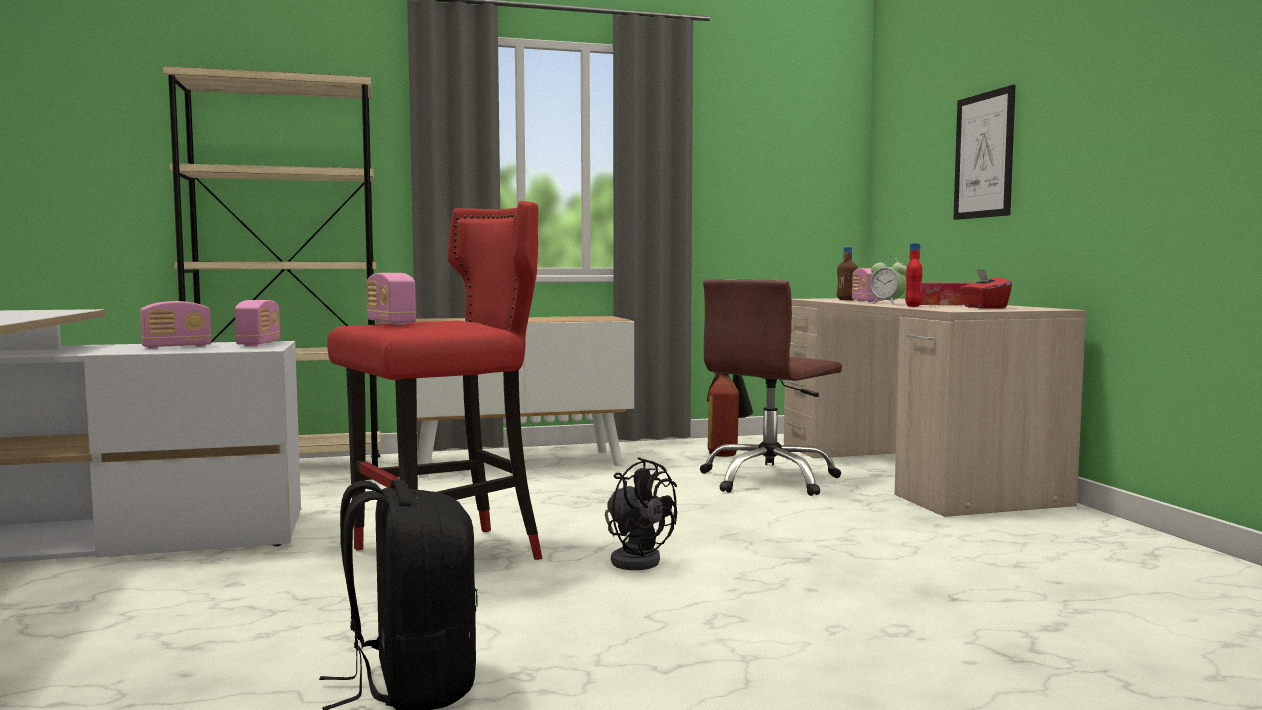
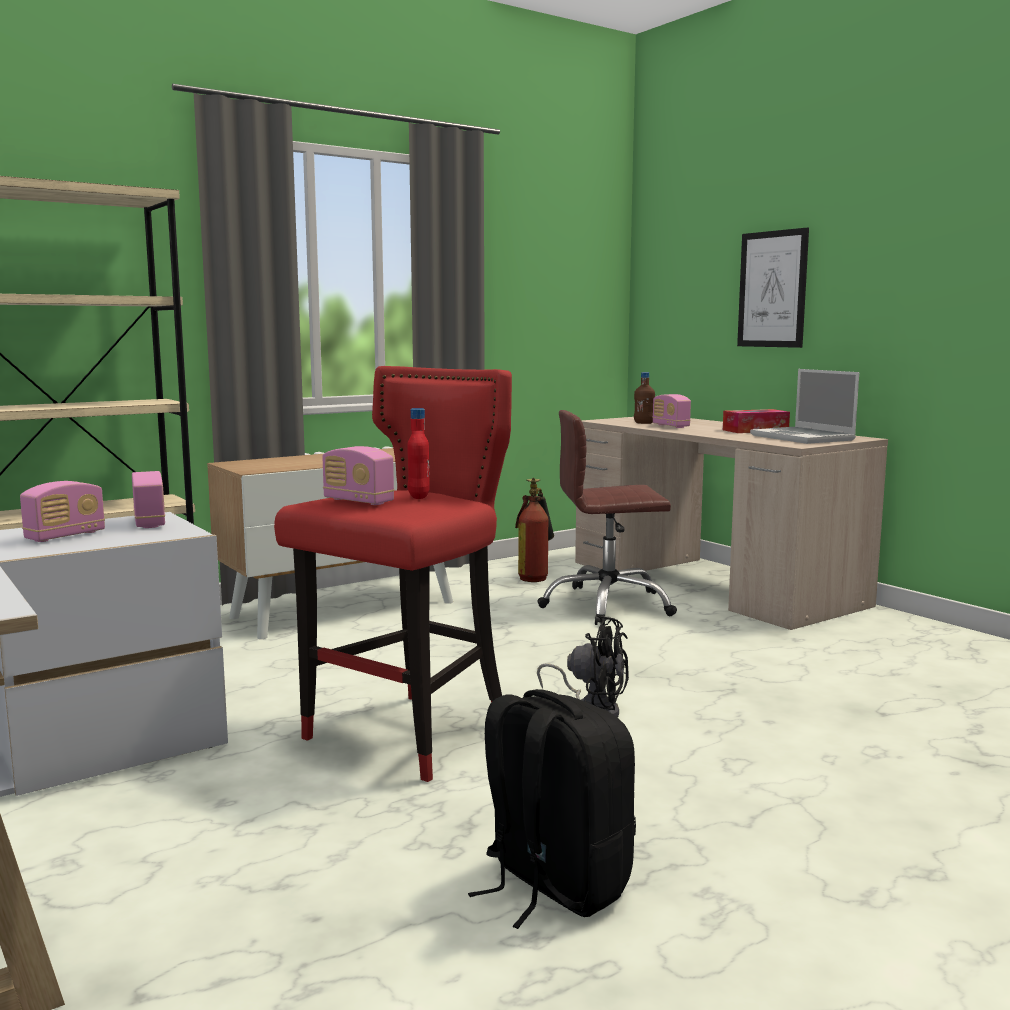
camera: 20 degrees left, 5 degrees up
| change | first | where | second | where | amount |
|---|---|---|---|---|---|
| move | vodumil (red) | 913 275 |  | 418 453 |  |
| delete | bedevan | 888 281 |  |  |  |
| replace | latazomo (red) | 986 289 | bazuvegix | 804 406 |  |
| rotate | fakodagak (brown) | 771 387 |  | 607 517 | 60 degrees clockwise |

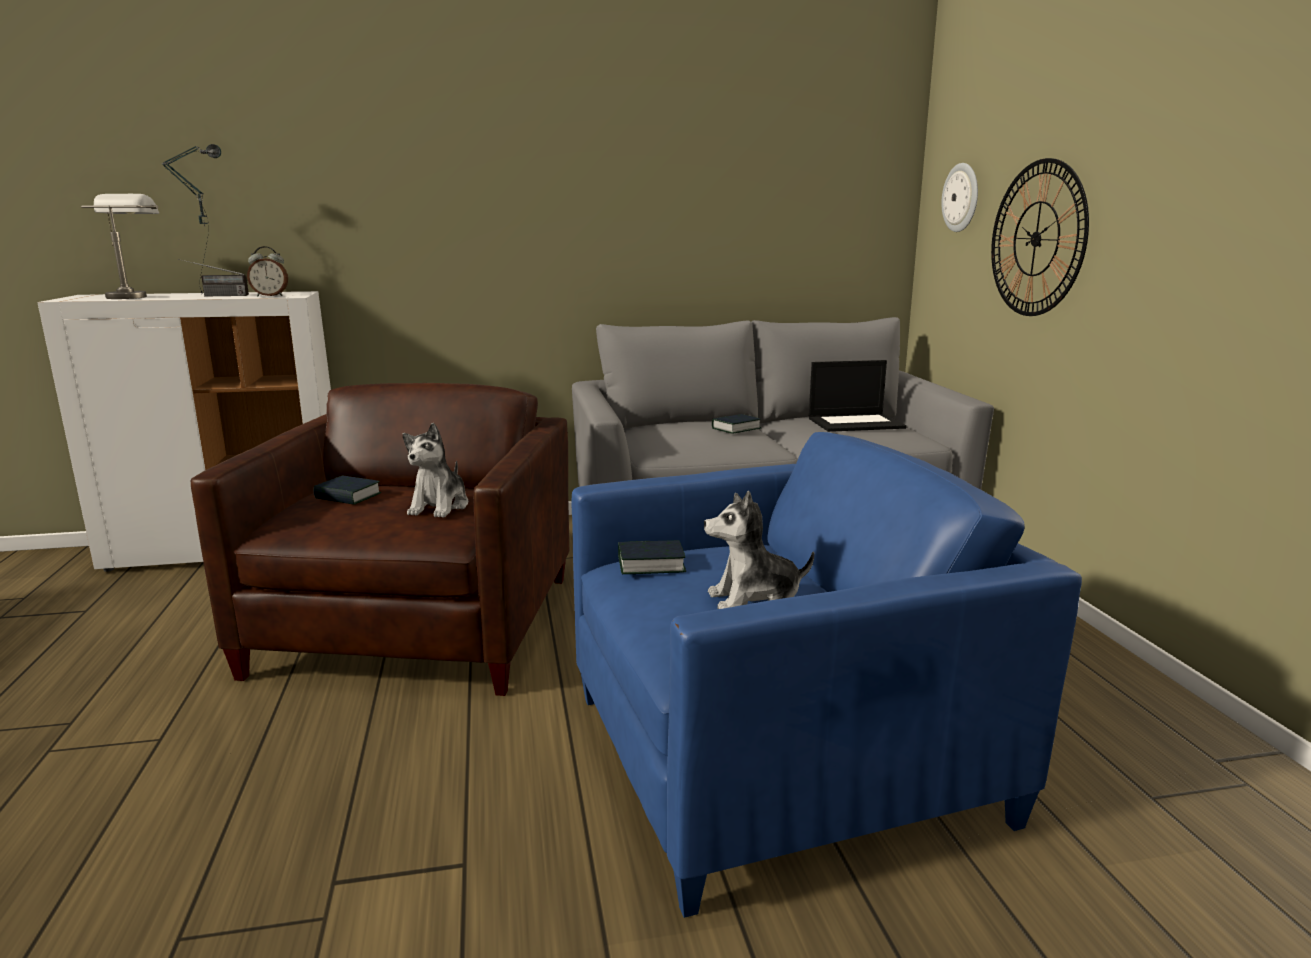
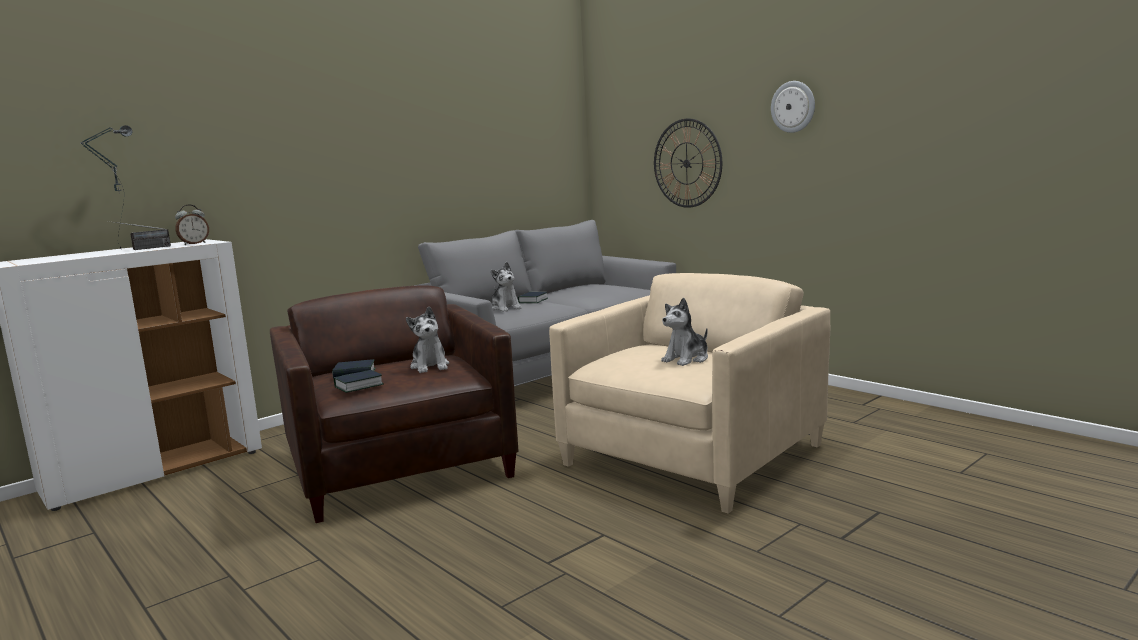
camera: 30 degrees left, 5 degrees down
| change | first | where | second | where | amount |
|---|---|---|---|---|---|
| move | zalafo | 959 197 |  | 793 107 |  |
| delete | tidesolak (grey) | 120 246 |  |  |  |
| delete | bazuvegix | 857 396 |  |  |  |
| recolor | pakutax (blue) | 827 675 | pakutax (beige) | 689 393 |  |
| move | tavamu | 652 557 |  | 359 381 |  |
| insert |  |  | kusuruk | 506 287 |  |

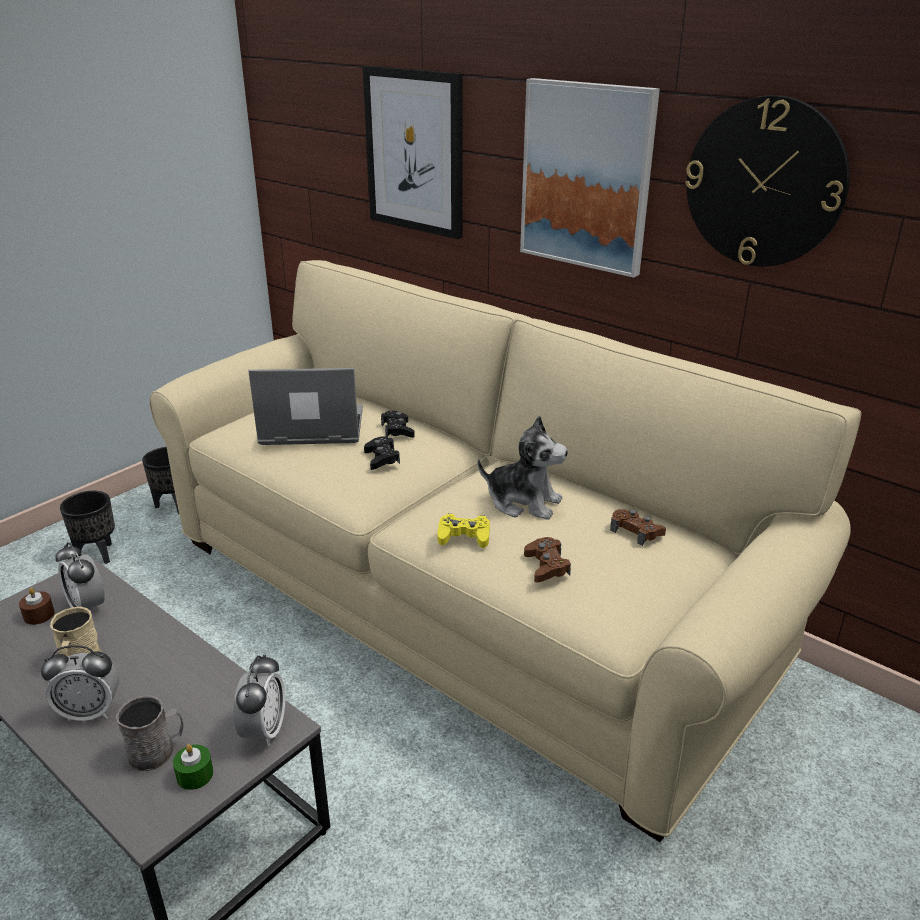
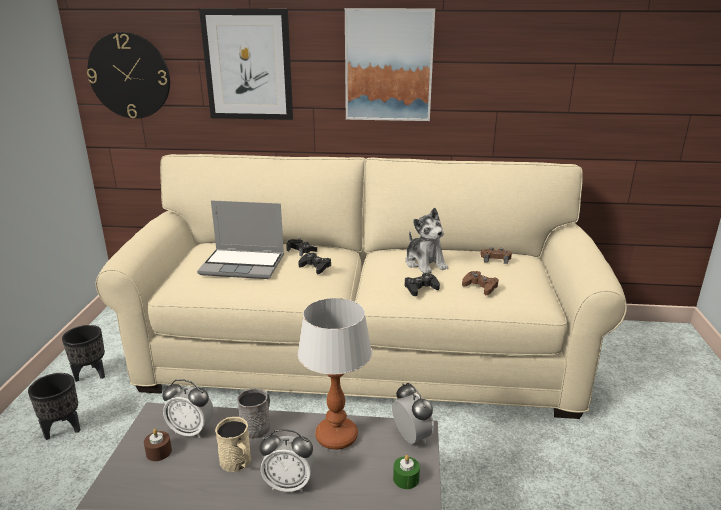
camera: 35 degrees left, 5 degrees down
| change | first | where | second | where | amount |
|---|---|---|---|---|---|
| move | zalafo | 767 180 |  | 128 75 |  |
| rotate | bazuvegix | 305 406 |  | 240 239 | 135 degrees counterclockwise |
| rotate | kusuruk | 523 468 |  | 426 240 | 75 degrees clockwise |
| recolor | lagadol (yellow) | 463 531 | lagadol (black) | 422 284 |  |
| rotate | bedevan | 80 683 |  | 286 460 | 45 degrees clockwise |
| move | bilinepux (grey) | 150 733 |  | 253 413 |  |
| insert |  |  | tidesolak | 334 374 |  |

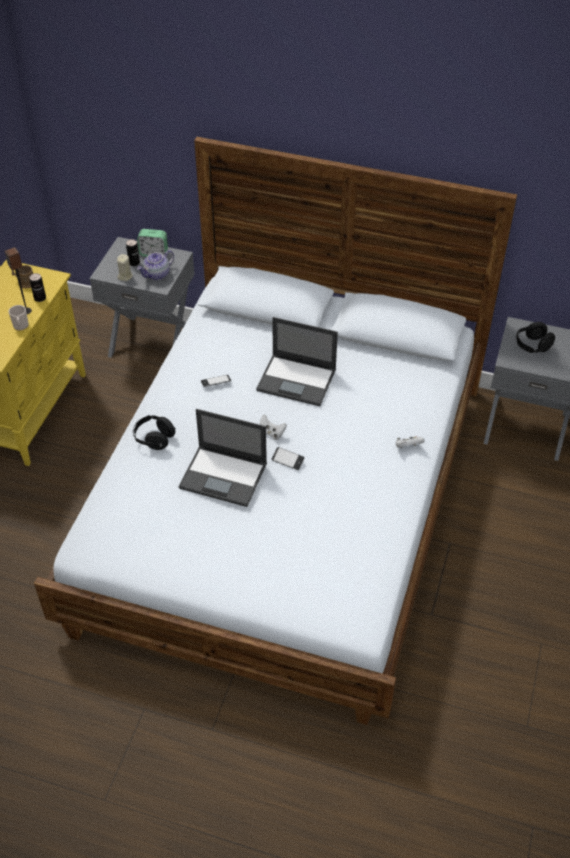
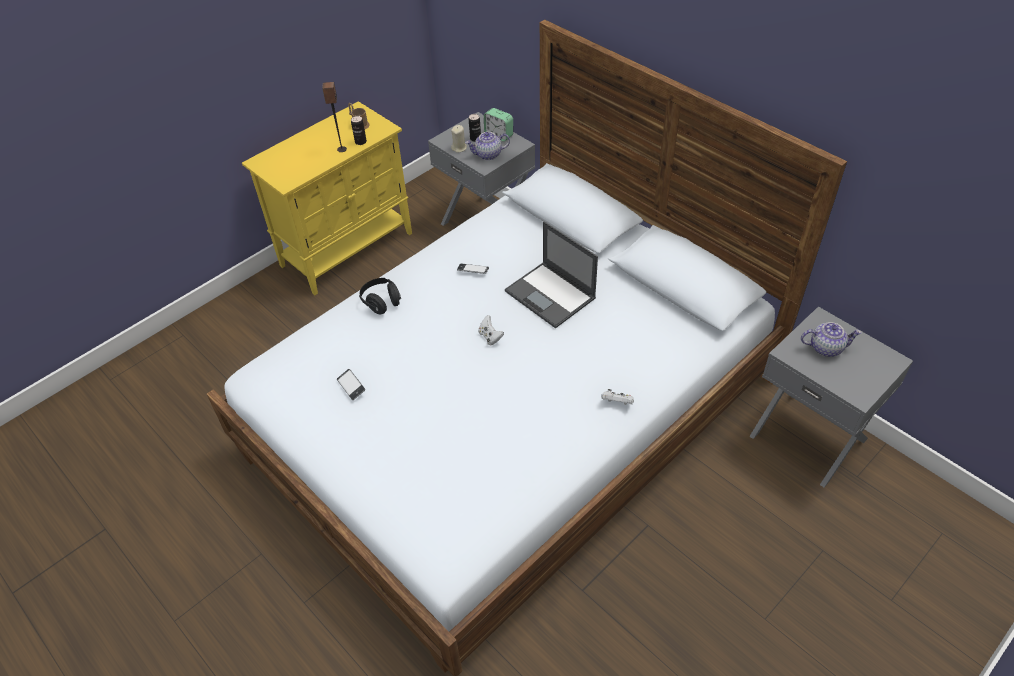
camera: 30 degrees right, 0 degrees up
| change | first | where | second | where | amount |
|---|---|---|---|---|---|
| delete | bilinepux | 19 317 |  |  |  |
| replace | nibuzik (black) | 535 337 | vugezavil | 831 339 |  |
| delete | bazuvegix | 222 458 |  |  |  |
| move | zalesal | 288 458 |  | 351 384 |  |

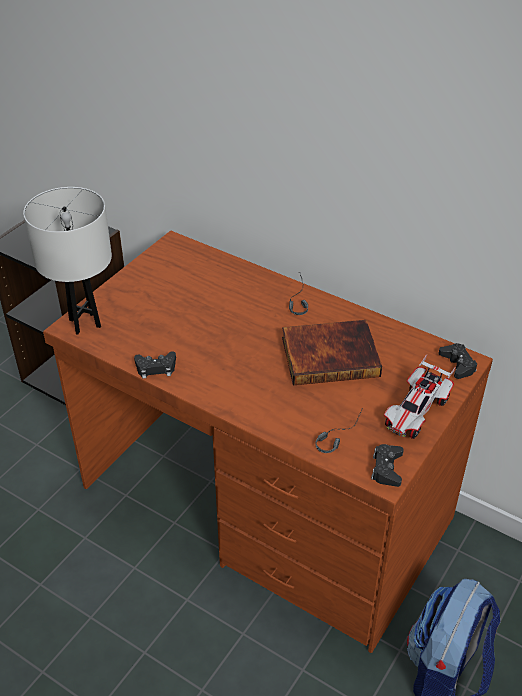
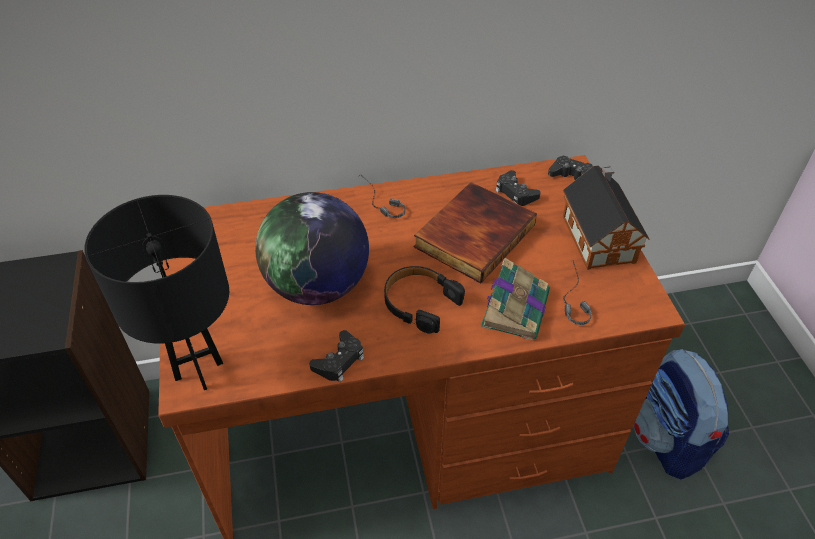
camera: 45 degrees left, 5 degrees up
| change | first | where | second | where | amount |
|---|---|---|---|---|---|
| recolor | tidesolak (white) | 67 261 | tidesolak (black) | 156 292 |  |
| replace | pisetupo | 419 396 | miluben | 606 218 |  |
| move | lagadol (black) | 387 465 |  | 518 188 |  |
| insert |  |  | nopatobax | 312 248 |  |
| insert |  |  | tavamu | 515 299 |  |
| insert |  |  | nibuzik (black) | 424 300 |  |

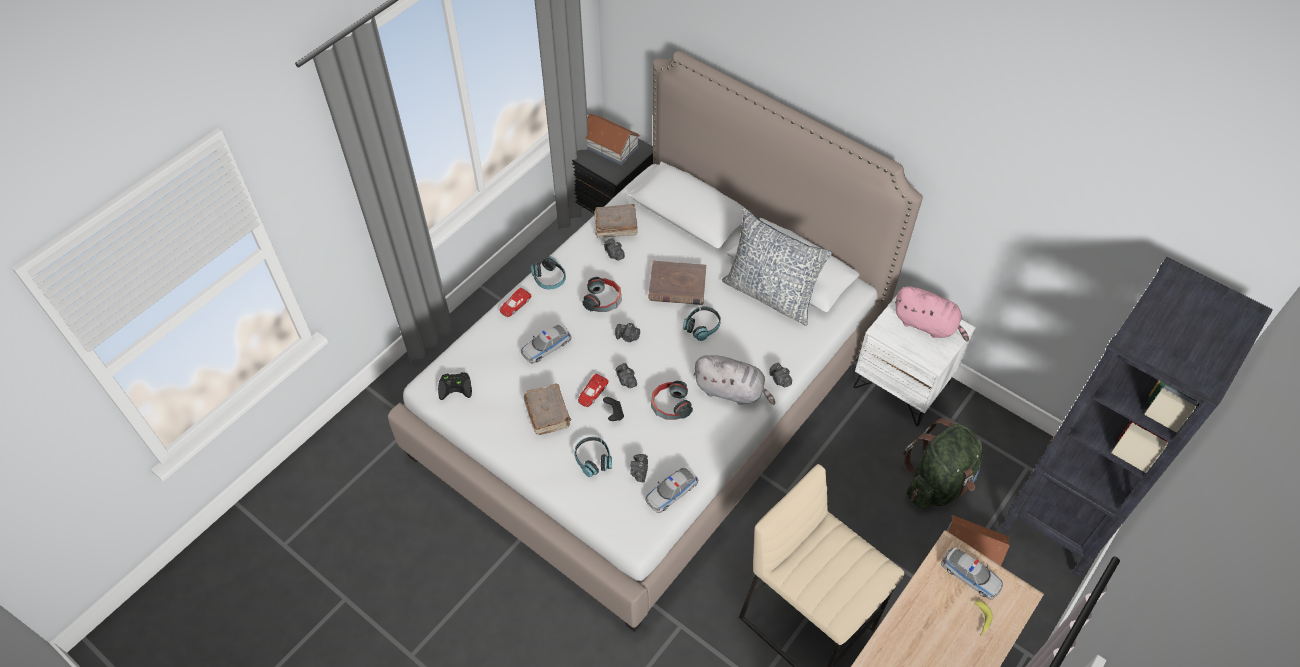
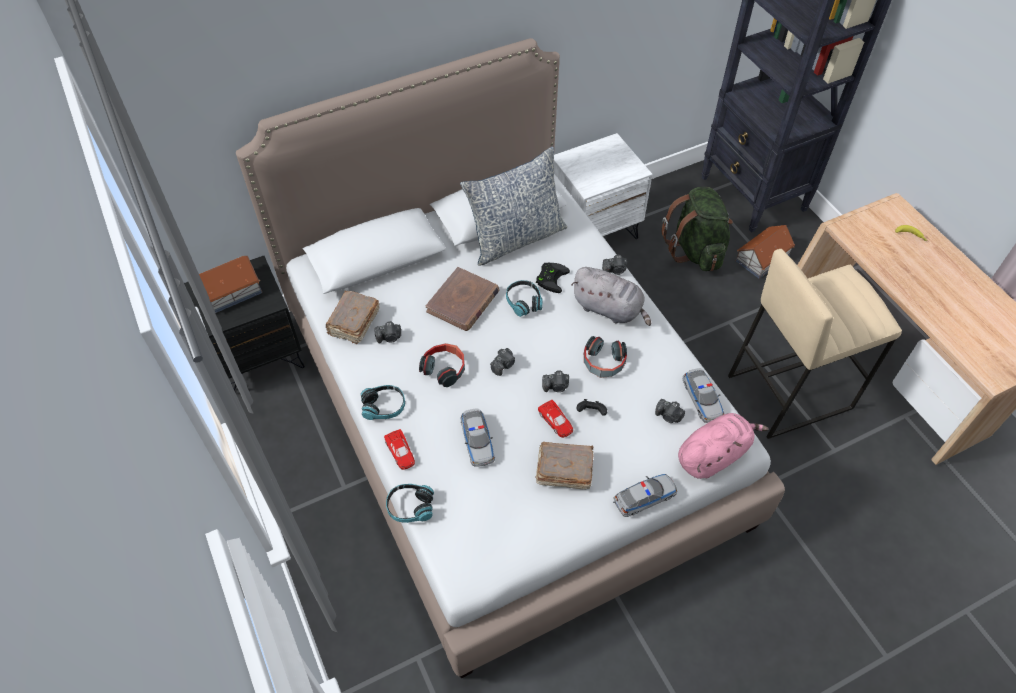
camera: 65 degrees left, 0 degrees up
| change | first | where | second | where | amount |
|---|---|---|---|---|---|
| move | kusuruk (pink) | 932 313 |  | 723 446 |  |
| rotate | kusuruk (grey) | 734 380 |  | 611 296 | 75 degrees clockwise |
| move | lagadol (black) | 455 386 |  | 553 278 |  |
| move | nibuzik | 593 457 |  | 410 503 |  |
| move | pisetupo | 972 573 |  | 645 495 |  |

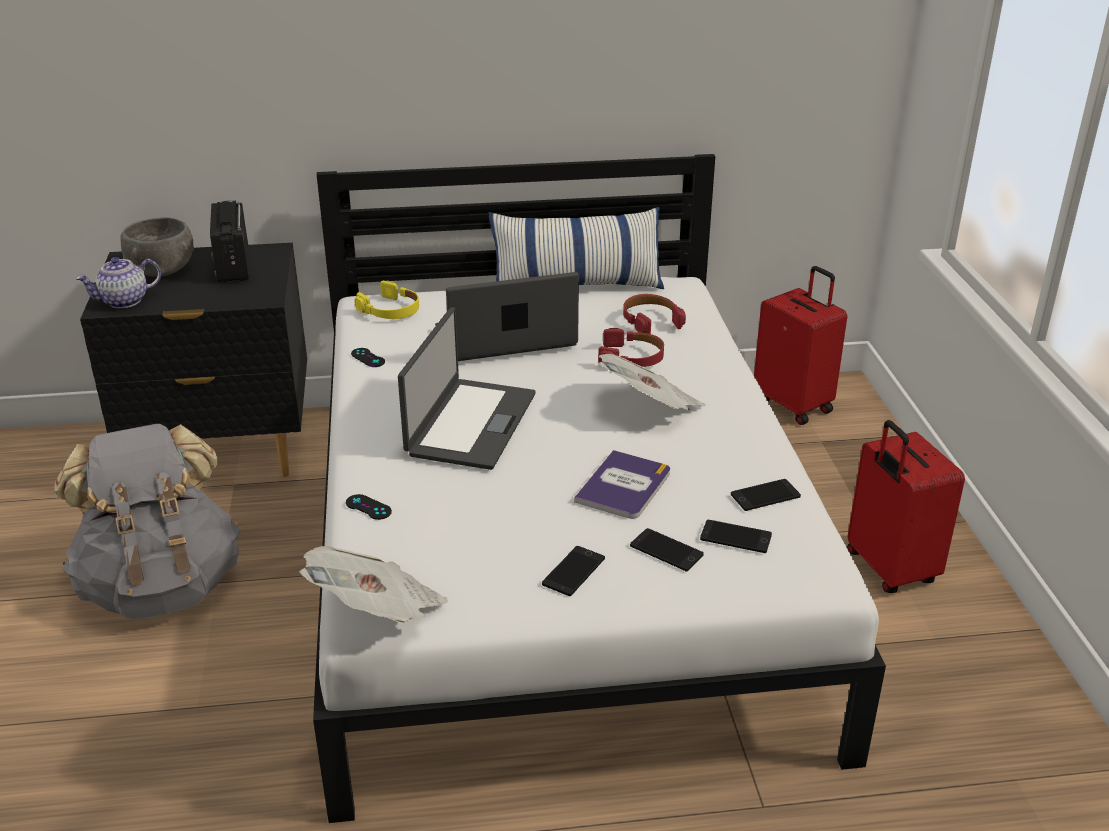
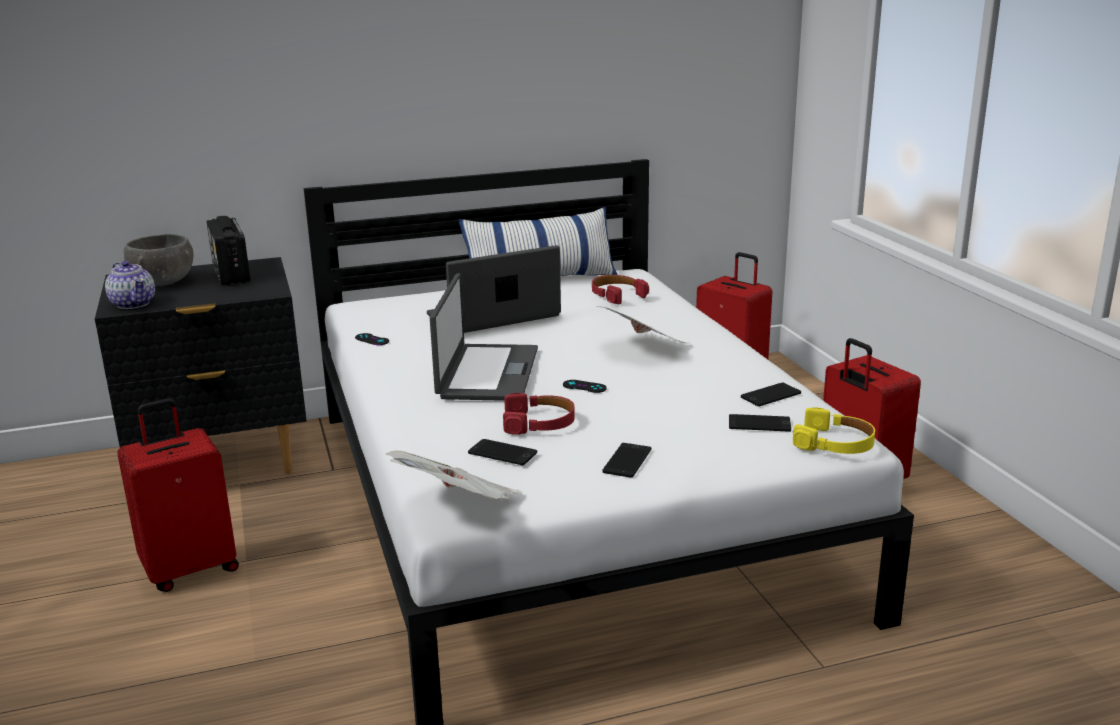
camera: 10 degrees left, 10 degrees down
| change | first | where | second | where | amount |
|---|---|---|---|---|---|
| rotate | vugezavil | 118 282 |  | 130 285 | 90 degrees counterclockwise |
| move | nibuzik (yellow) | 386 300 |  | 834 430 |  |
| move | nibuzik (red) | 631 347 |  | 539 414 |  |
| replace | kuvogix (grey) | 147 522 | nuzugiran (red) | 178 495 |  |
| delete | tavamu | 622 484 |  |  |  |
| move | lagadol (black) | 369 507 |  | 584 386 |  |
| move | zalesal | 667 549 |  | 502 452 |  |

